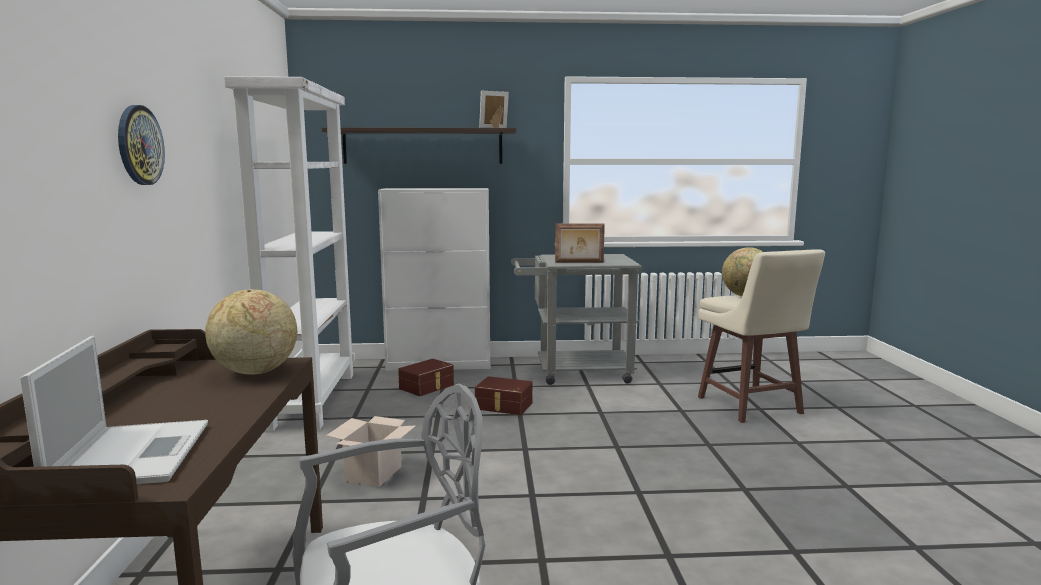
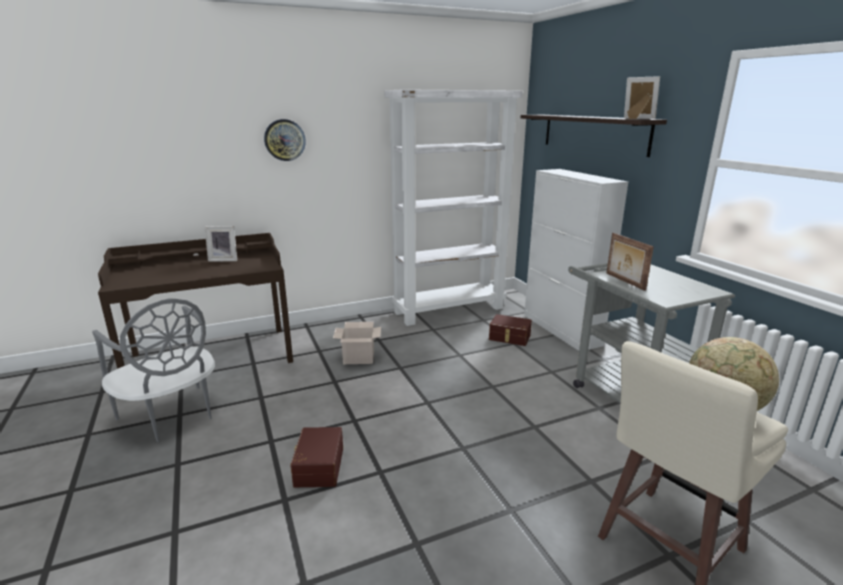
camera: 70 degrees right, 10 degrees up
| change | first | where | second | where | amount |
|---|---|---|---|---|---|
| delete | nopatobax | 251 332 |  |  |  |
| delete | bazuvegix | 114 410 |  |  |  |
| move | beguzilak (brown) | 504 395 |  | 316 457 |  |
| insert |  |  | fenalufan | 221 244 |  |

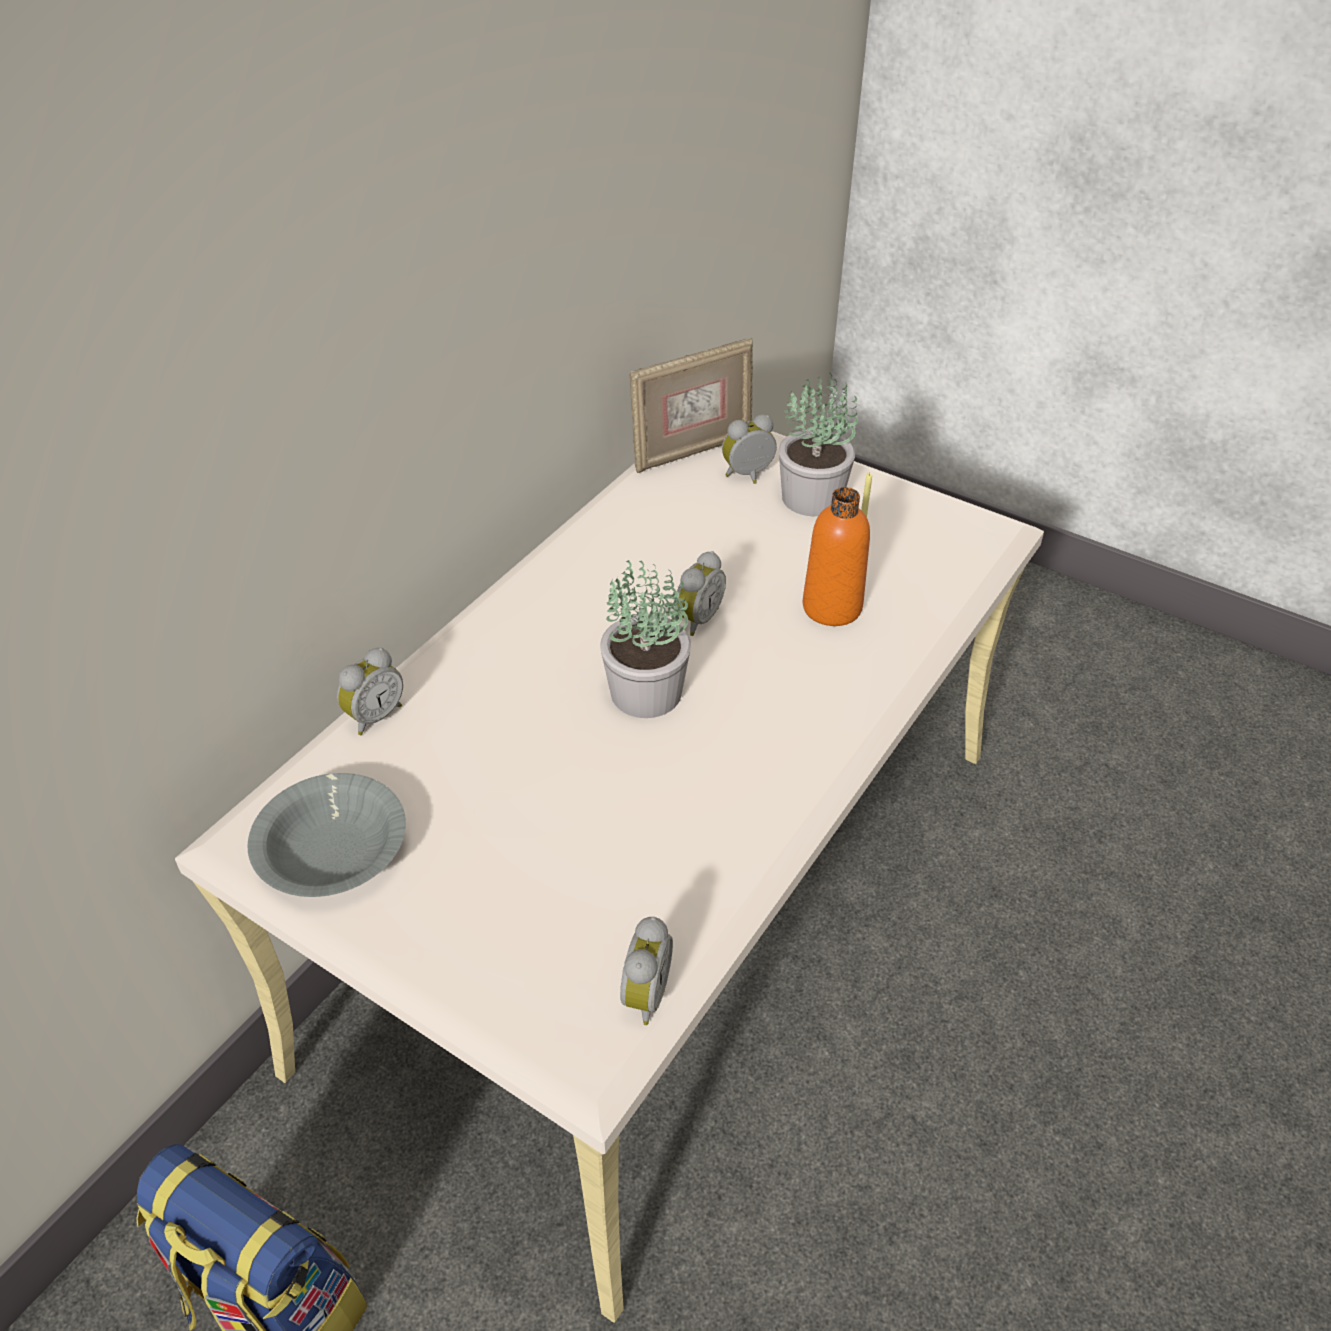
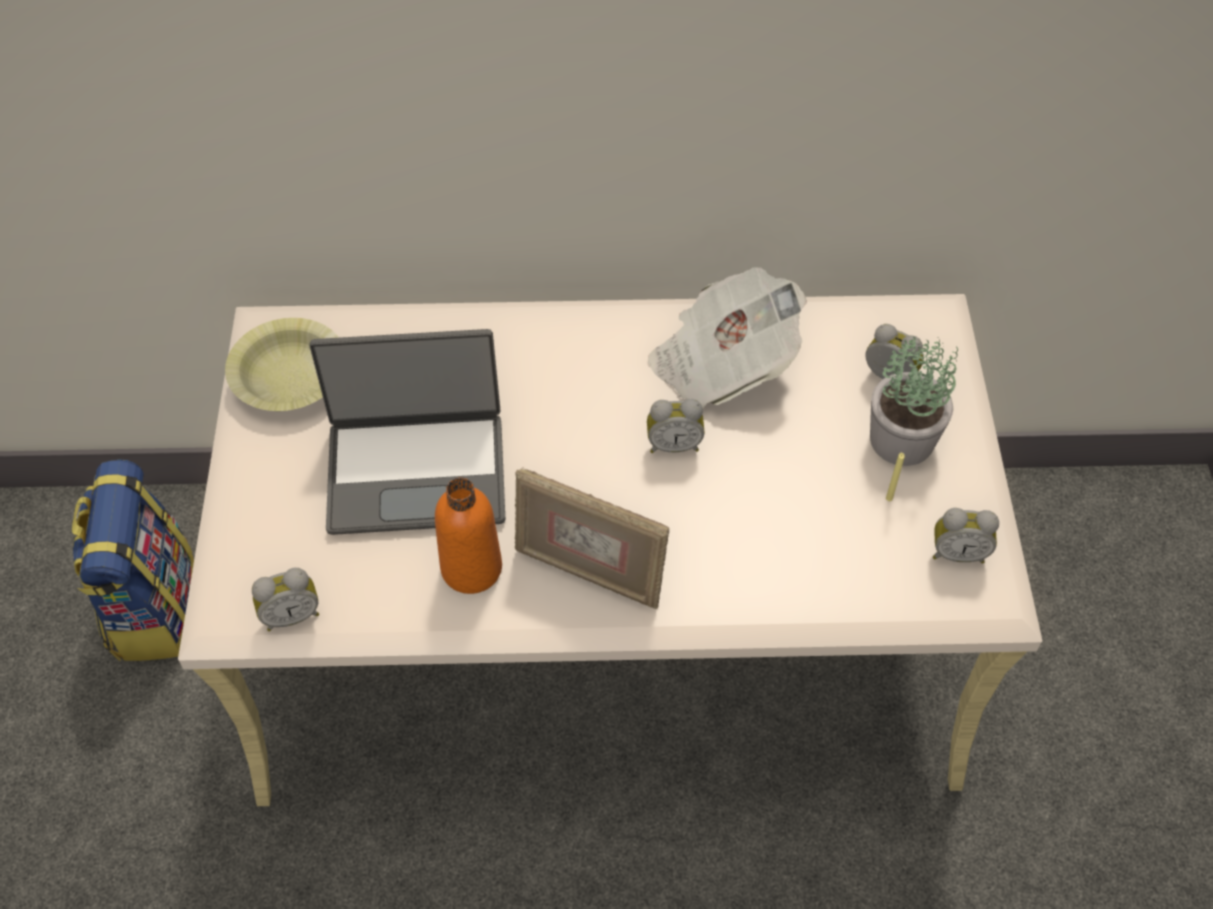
camera: 55 degrees right, 10 degrees up
| change | first | where | second | where | amount |
|---|---|---|---|---|---|
| move | fenalufan | 691 405 |  | 592 538 |  |
| move | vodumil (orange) | 836 556 |  | 468 535 |  |
| delete | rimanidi | 645 639 |  |  |  |
| move | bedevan | 370 691 |  | 966 536 |  |
| recolor | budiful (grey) | 327 835 | budiful (yellow) | 282 364 |  |
| insert |  |  | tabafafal | 727 337 |  |
| insert |  |  | bazuvegix | 407 432 |  |

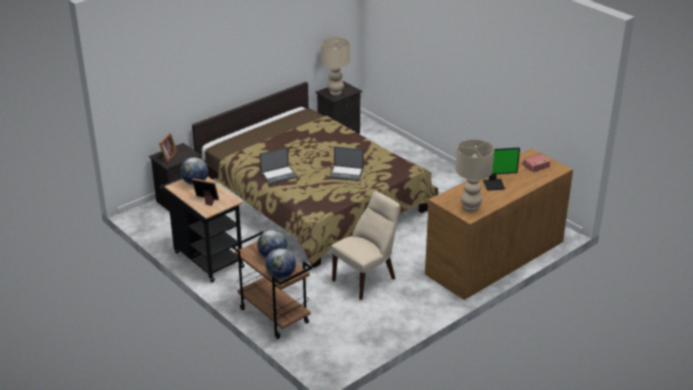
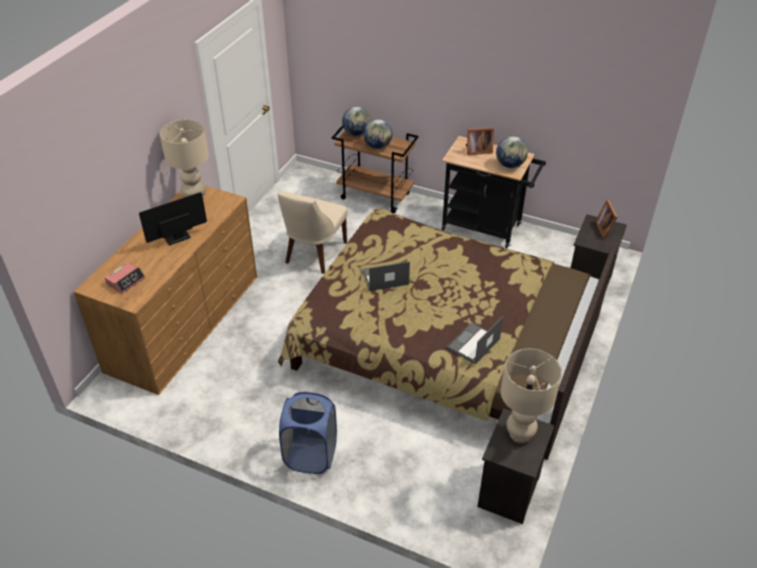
camera: 155 degrees right, 10 degrees up
| change | first | where | second | where | amount |
|---|---|---|---|---|---|
| move | bazuvegix | 279 166 |  | 475 340 |  |
| insert |  |  | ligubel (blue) | 308 433 |  |

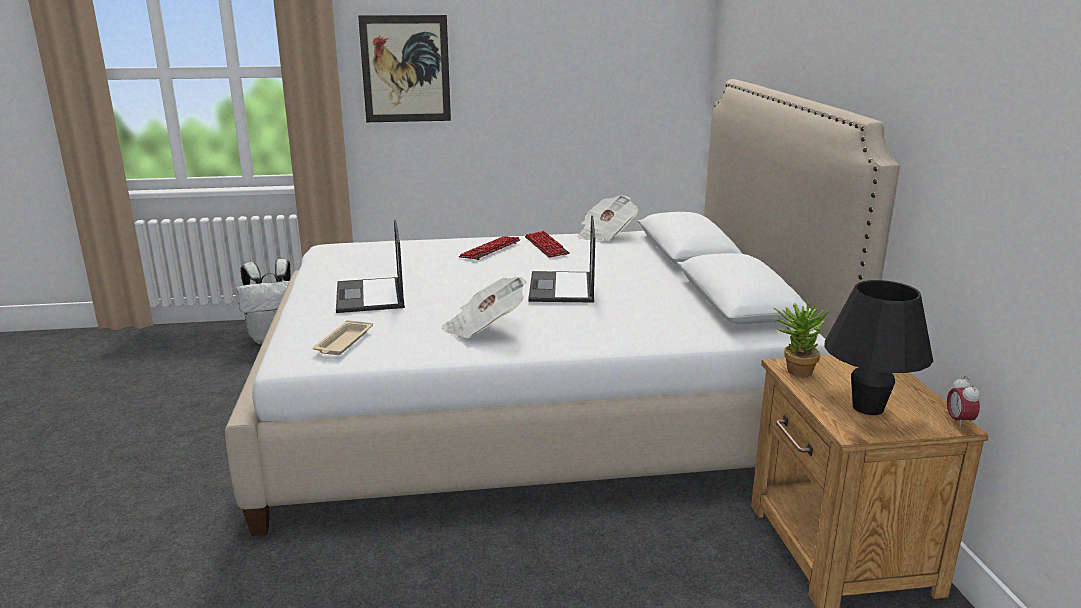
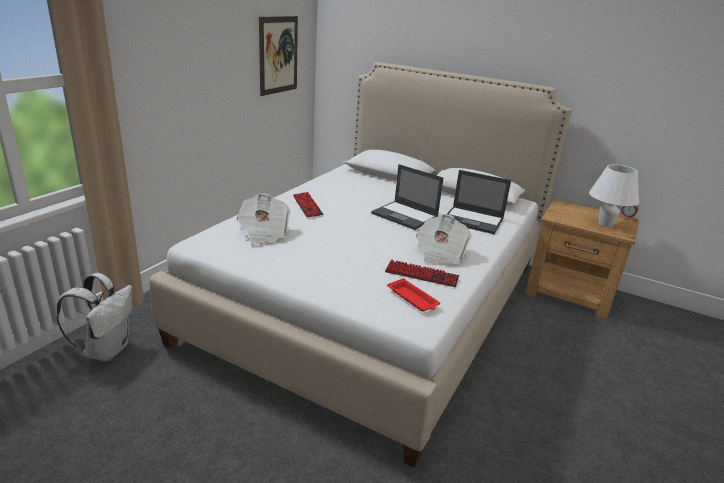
camera: 55 degrees left, 5 degrees up
| change | first | where | second | where | amount |
|---|---|---|---|---|---|
| move | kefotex | 404 68 |  | 278 56 |  |
| move | tabafafal | 608 217 |  | 263 219 |  |
| move | bazuvegix | 370 266 |  | 479 202 |  |
| move | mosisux | 547 244 |  | 422 273 |  |
| recolor | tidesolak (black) | 878 347 | tidesolak (white) | 614 195 |  |
| delete | rimanidi | 801 337 |  |  |  |
| recolor | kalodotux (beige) | 343 337 | kalodotux (red) | 413 294 |  |

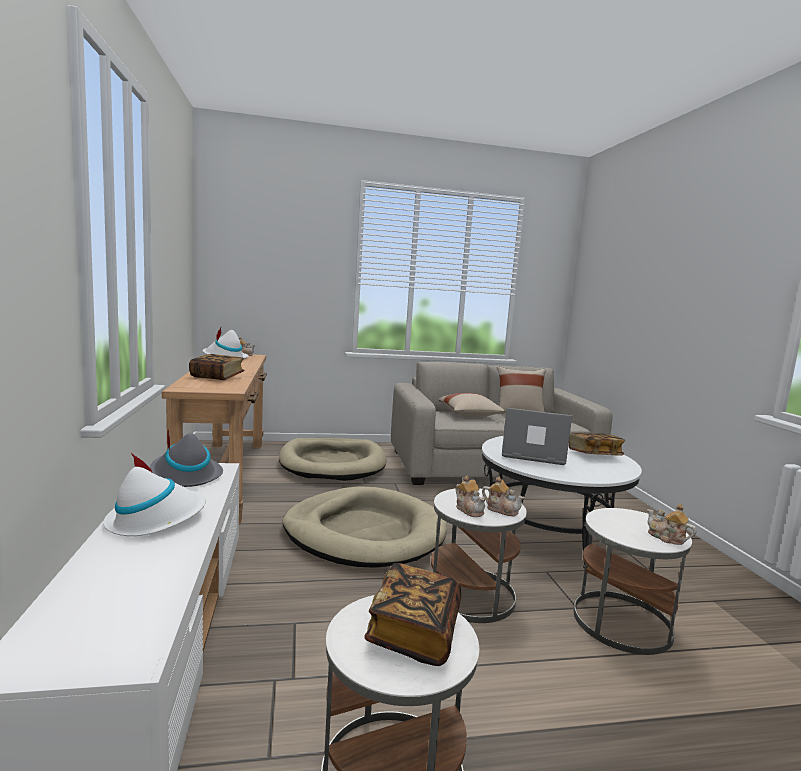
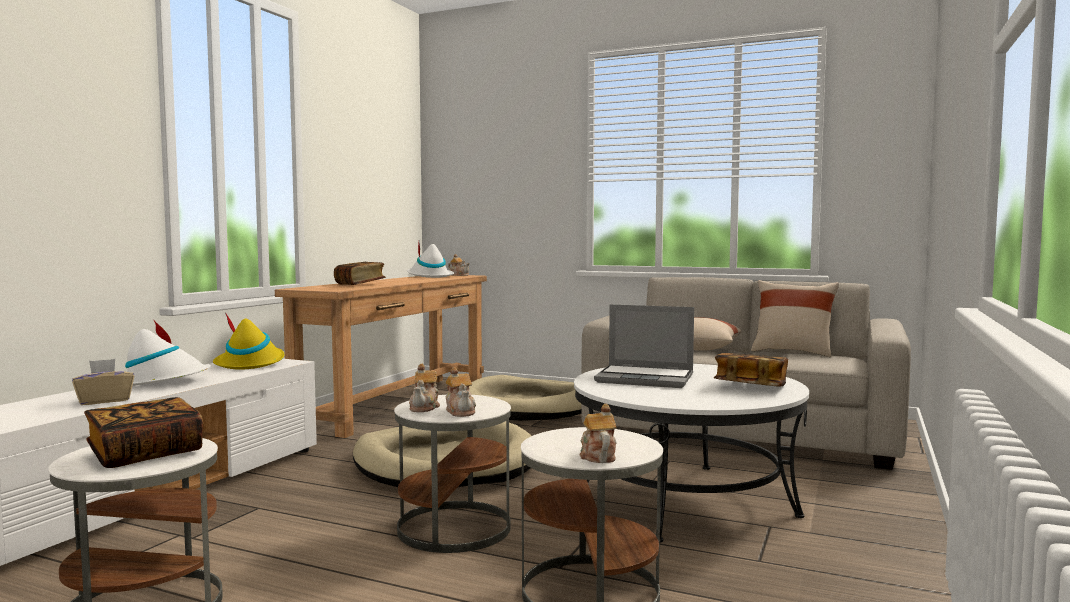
camera: 35 degrees right, 5 degrees down
| change | first | where | second | where | amount |
|---|---|---|---|---|---|
| rotate | bazuvegix | 537 436 |  | 644 346 | 150 degrees clockwise |
| recolor | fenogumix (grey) | 186 458 | fenogumix (yellow) | 249 341 |  |
| insert |  |  | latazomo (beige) | 103 382 |  |

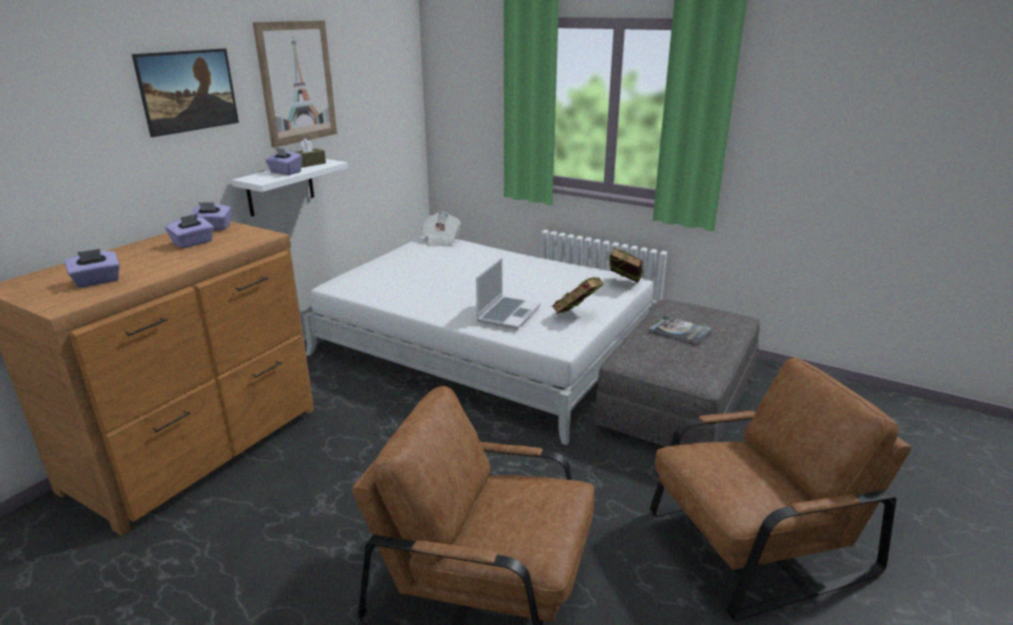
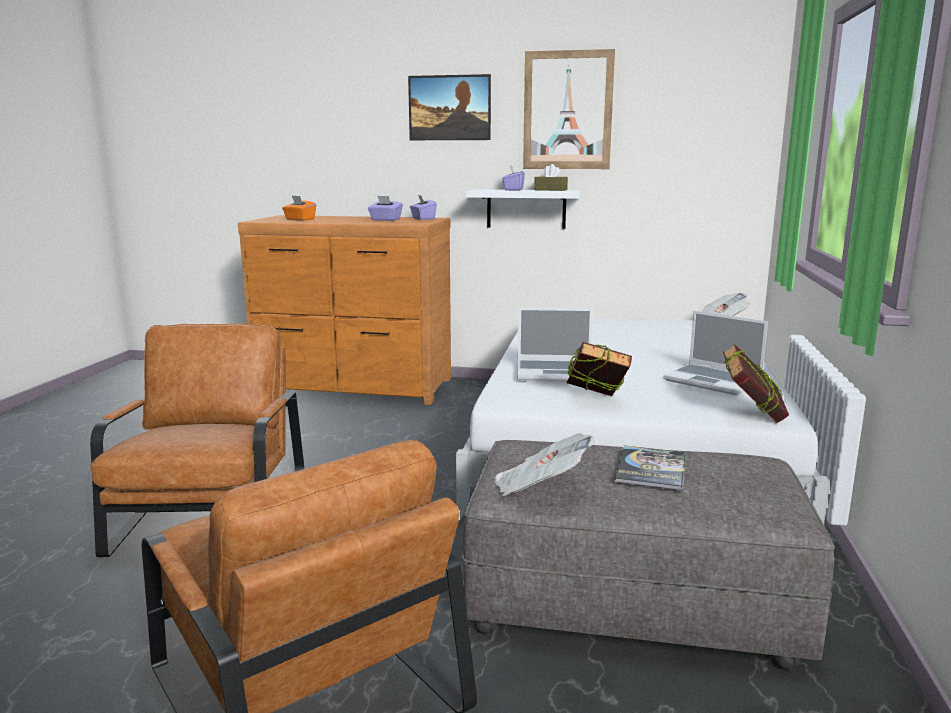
camera: 70 degrees right, 10 degrees down
| change | first | where | second | where | amount |
|---|---|---|---|---|---|
| recolor | latazomo (purple) | 92 268 | latazomo (orange) | 299 208 |  |
| insert |  |  | bazuvegix | 715 353 |  |
| insert |  |  | tabafafal | 544 464 |  |

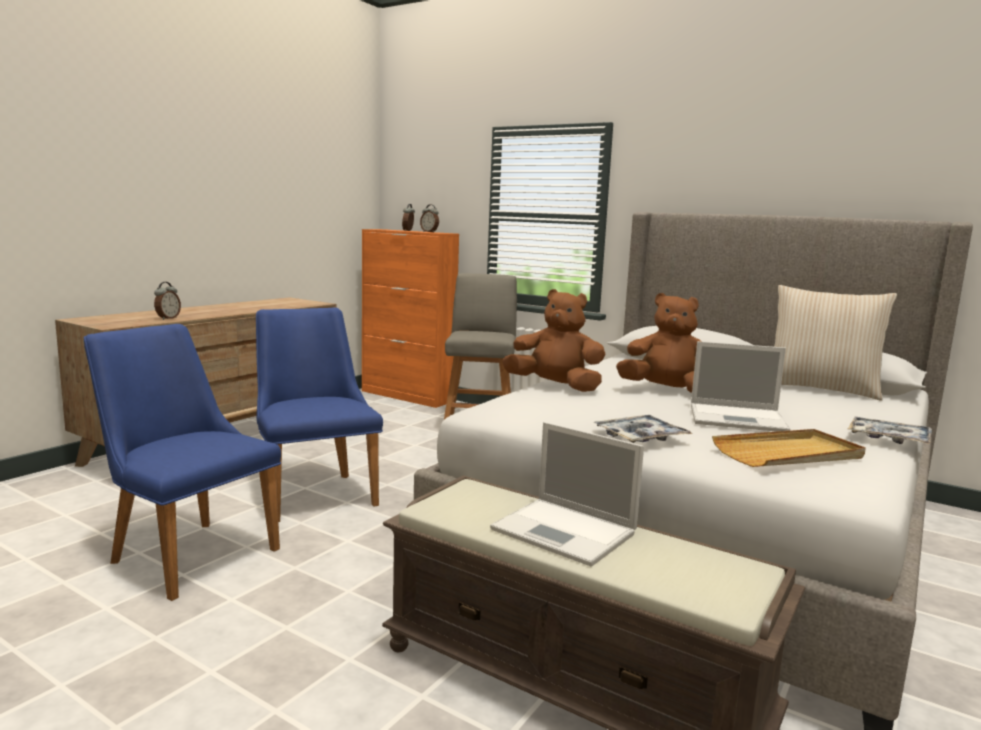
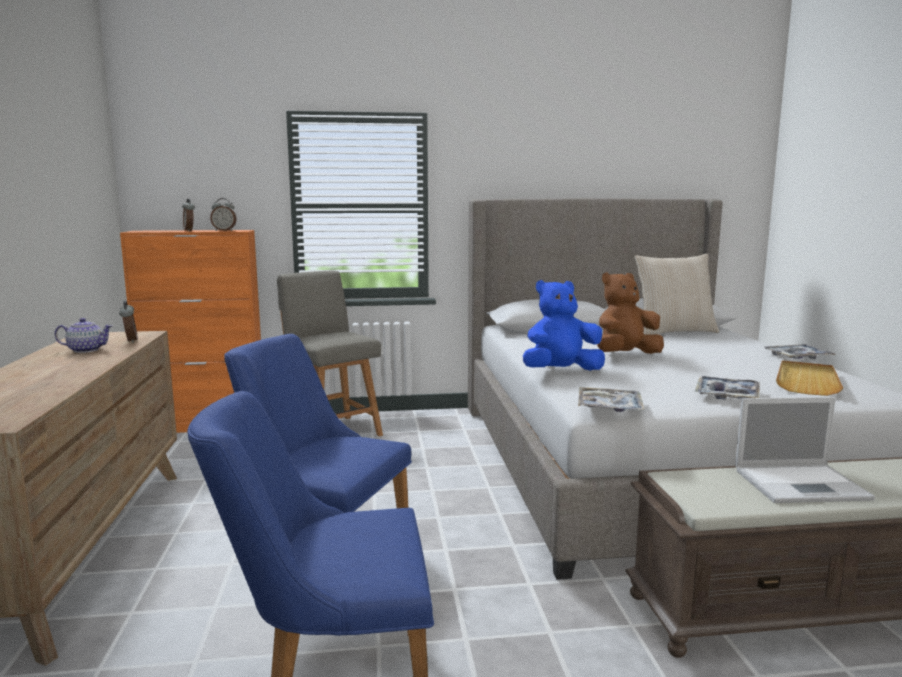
camera: 40 degrees left, 0 degrees up
| change | first | where | second | where | amount |
|---|---|---|---|---|---|
| move | bedevan | 167 301 |  | 128 321 |  |
| recolor | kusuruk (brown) | 553 340 | kusuruk (blue) | 564 325 |  |
| delete | bazuvegix | 740 386 |  |  |  |
| insert |  |  | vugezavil | 83 335 |  |
| insert |  |  | kalodotux | 611 399 |  |

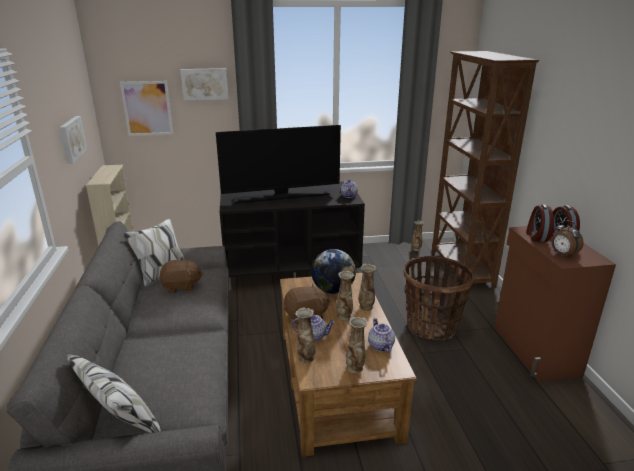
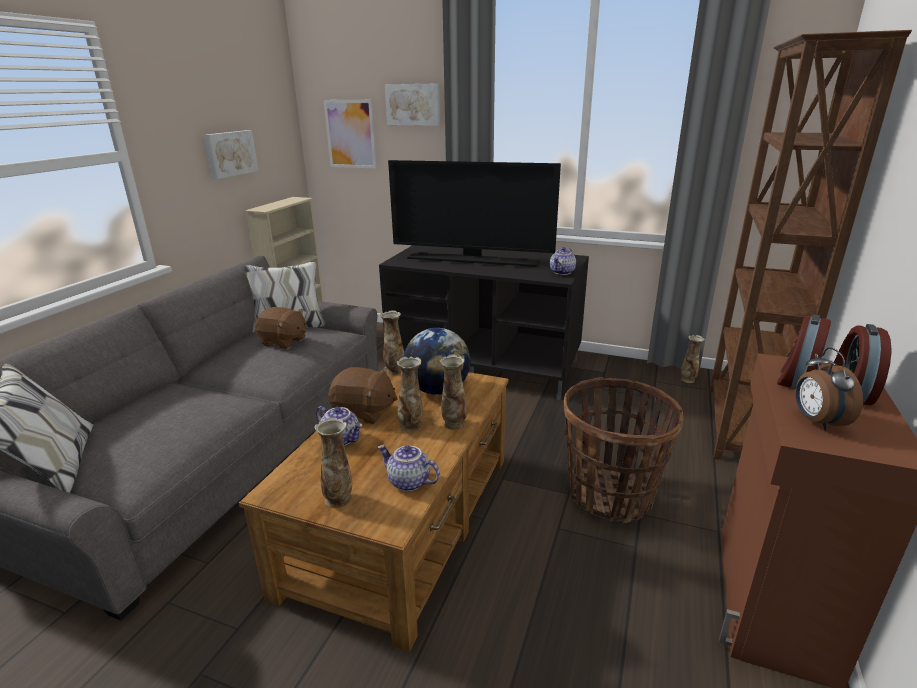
camera: 30 degrees right, 0 degrees up
| change | first | where | second | where | amount |
|---|---|---|---|---|---|
| move | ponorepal | 305 335 |  | 392 343 |  |
| rotate | vugezavil | 381 335 |  | 409 468 | 75 degrees counterclockwise |

